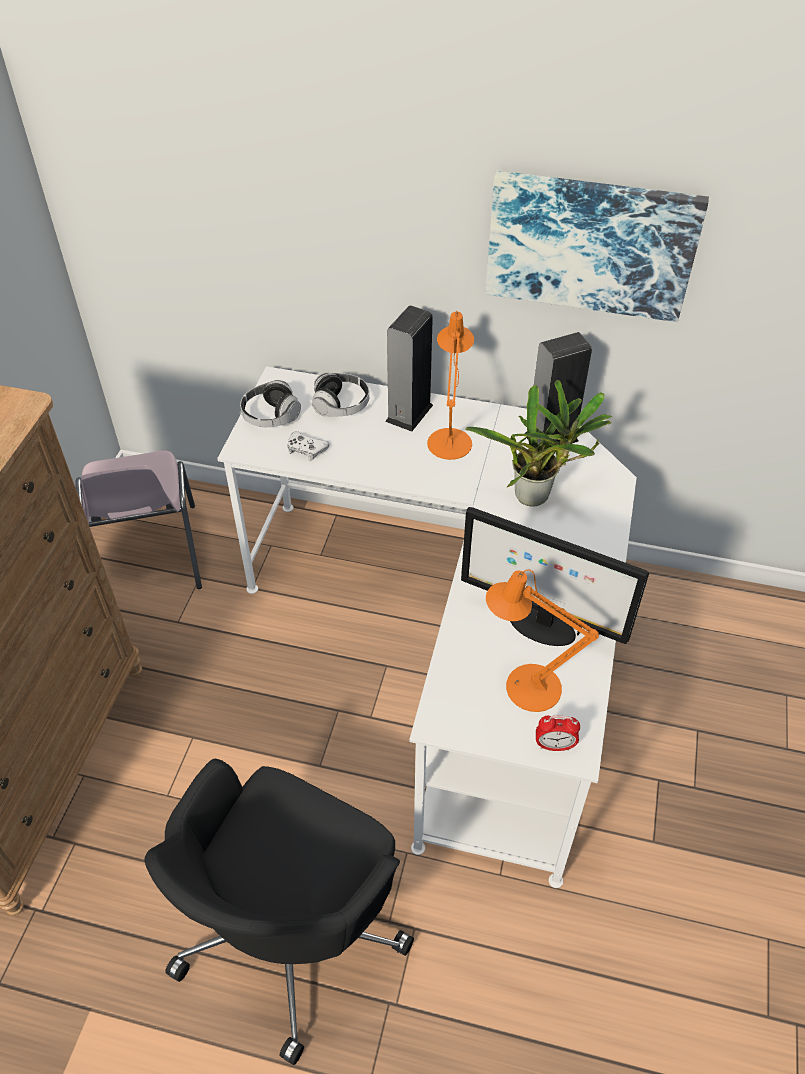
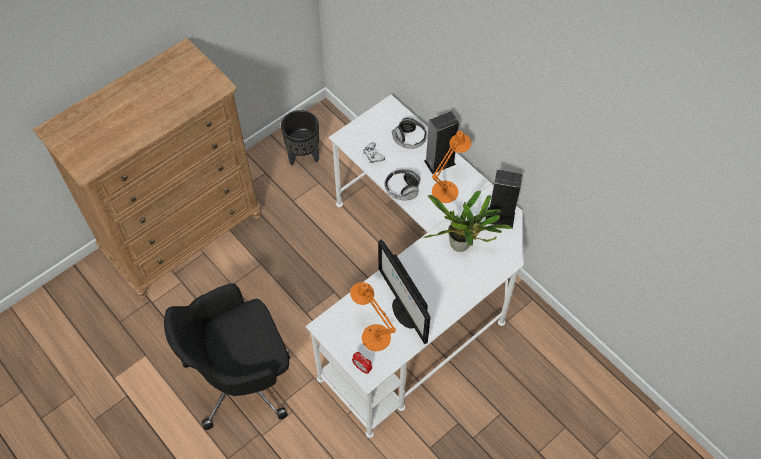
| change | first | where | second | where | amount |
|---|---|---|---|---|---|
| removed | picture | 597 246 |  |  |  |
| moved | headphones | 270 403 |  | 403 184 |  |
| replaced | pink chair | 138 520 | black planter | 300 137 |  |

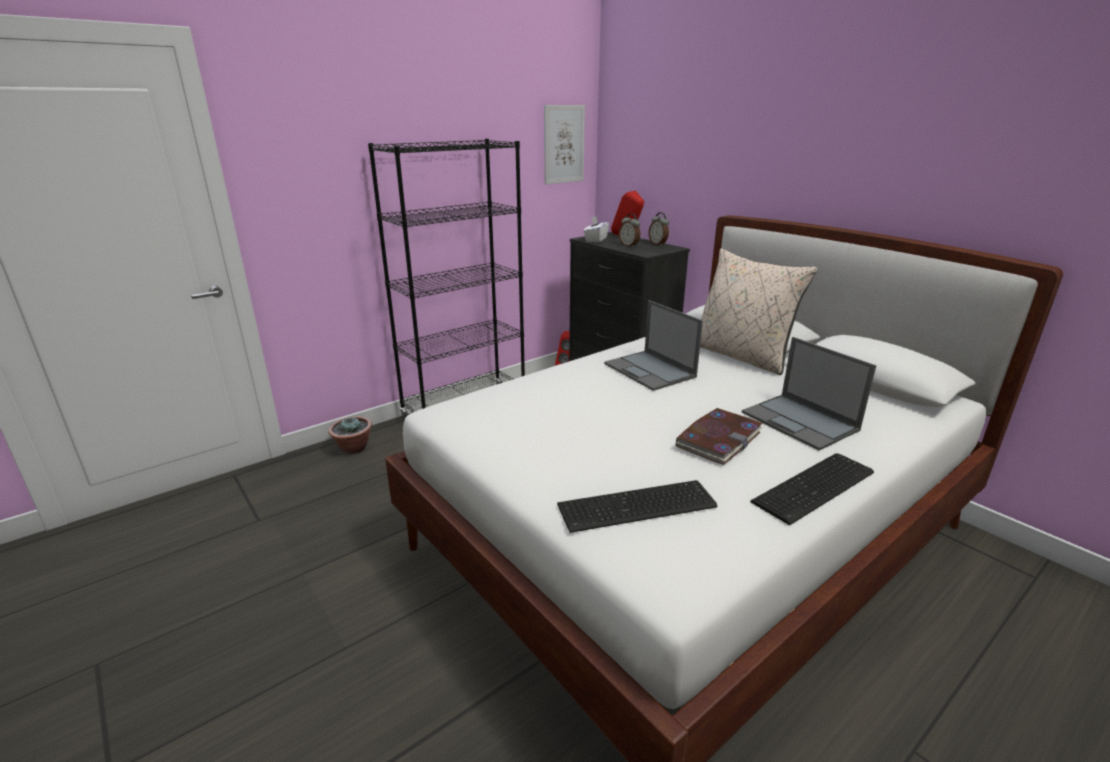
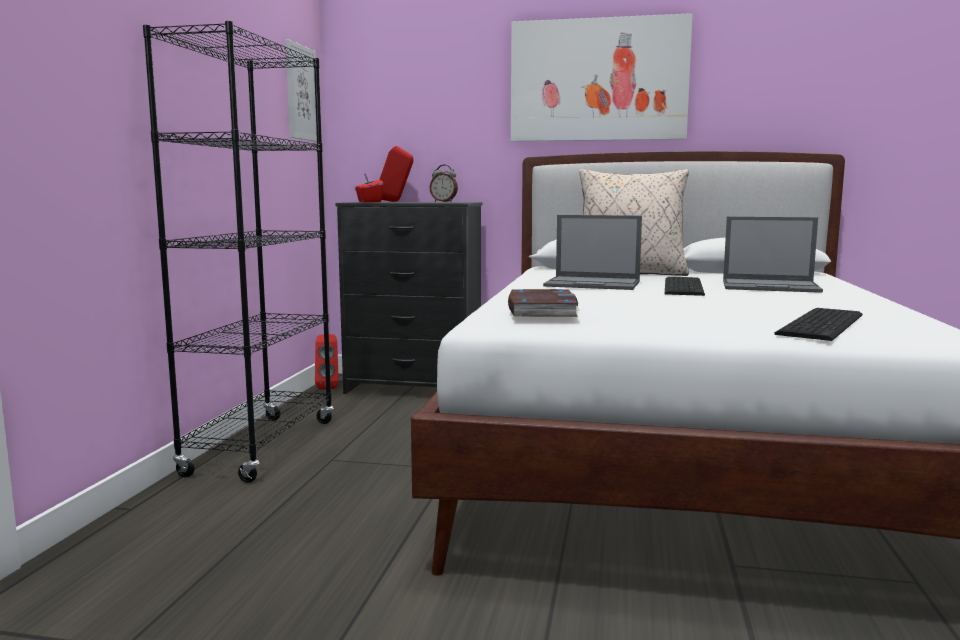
| change | first | where | second | where | amount |
|---|---|---|---|---|---|
| removed | potted plant | 350 435 |  |  |  |
| removed | alarm clock | 630 230 |  |  |  |
| added |  |  | picture | 602 77 |  |
| moved | book | 719 436 |  | 544 303 |  |
| moved | keyboard | 812 490 |  | 685 286 |  |
| recoloured | white tissue box | 596 229 | red tissue box | 369 188 |  |

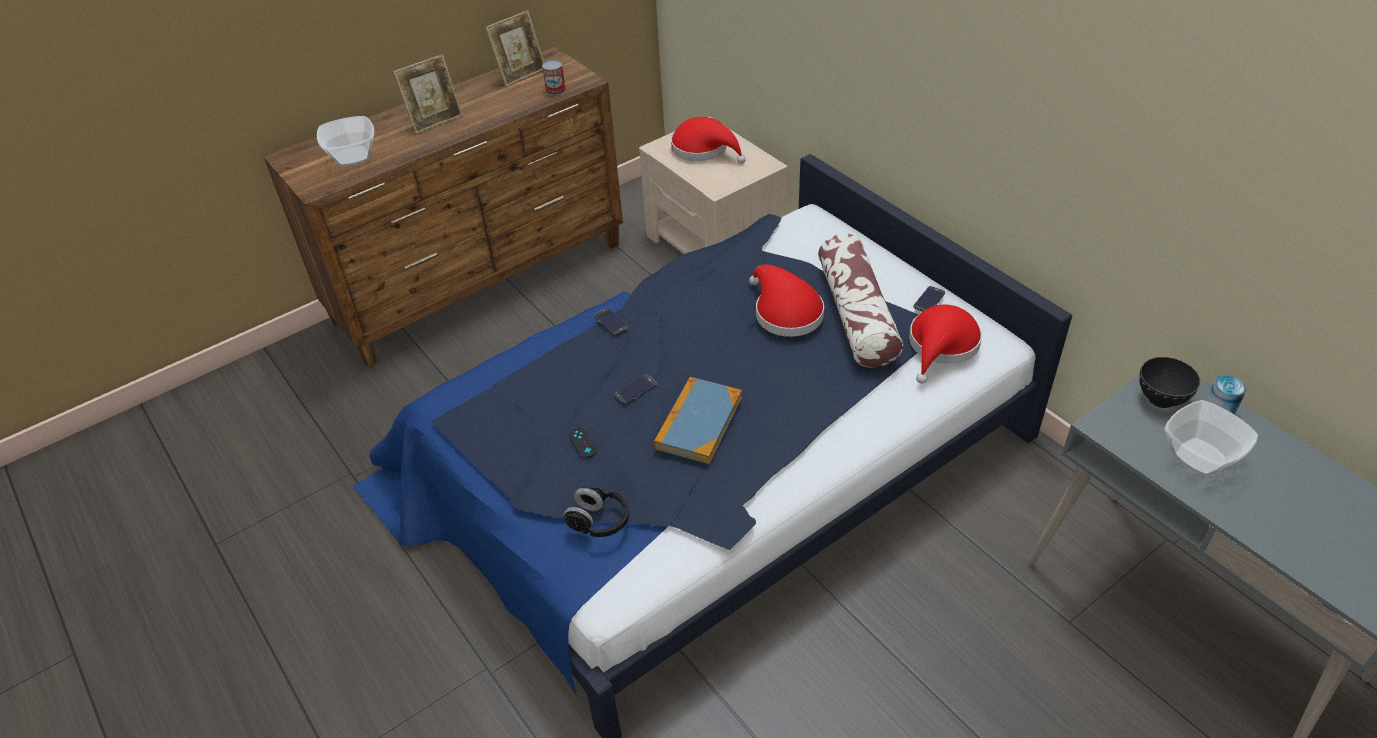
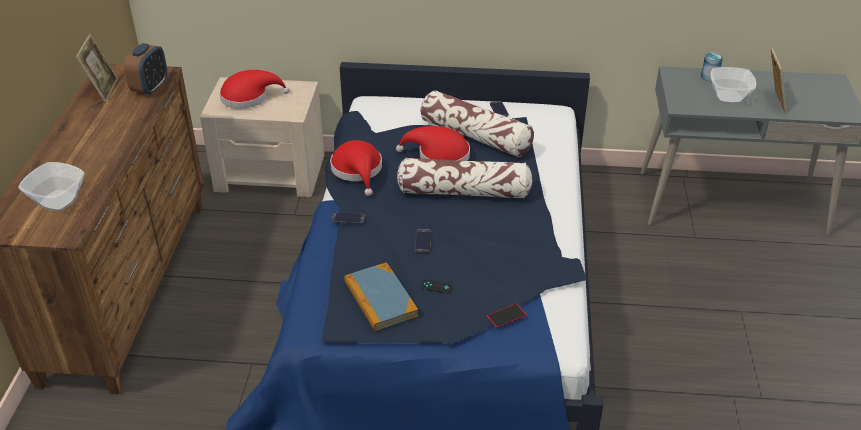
| change | first | where | second | where | amount |
|---|---|---|---|---|---|
| removed | black bowl | 1169 382 |  |  |  |
| added |  |  | pillow | 465 178 |  |
| moved | picture frame | 428 94 |  | 779 80 |  |
| moved | book | 697 420 |  | 381 296 |  |
| moved | red hat | 945 344 |  | 356 168 |  |
| replaced | can | 554 77 | alarm clock | 145 69 |  |
| replaced | black headphones | 596 511 | phone | 507 315 |  |

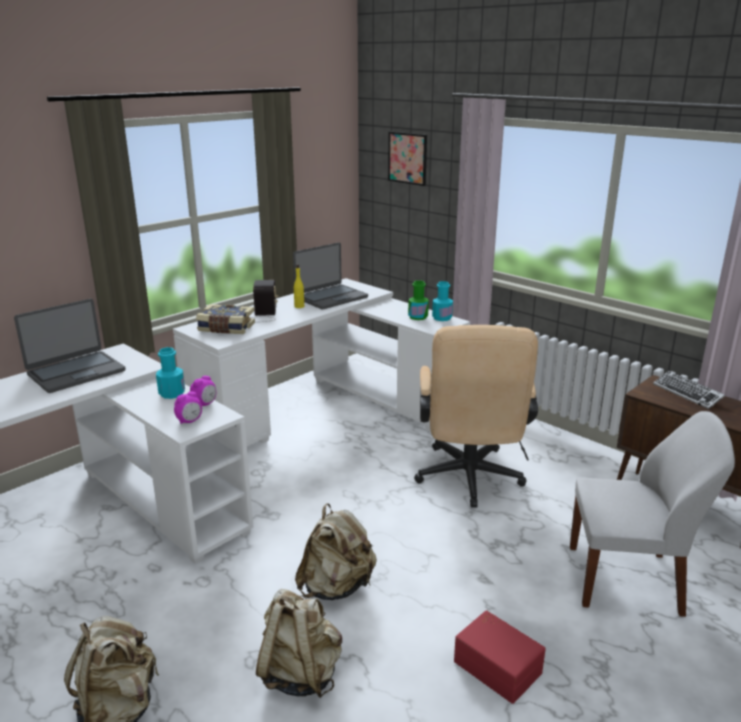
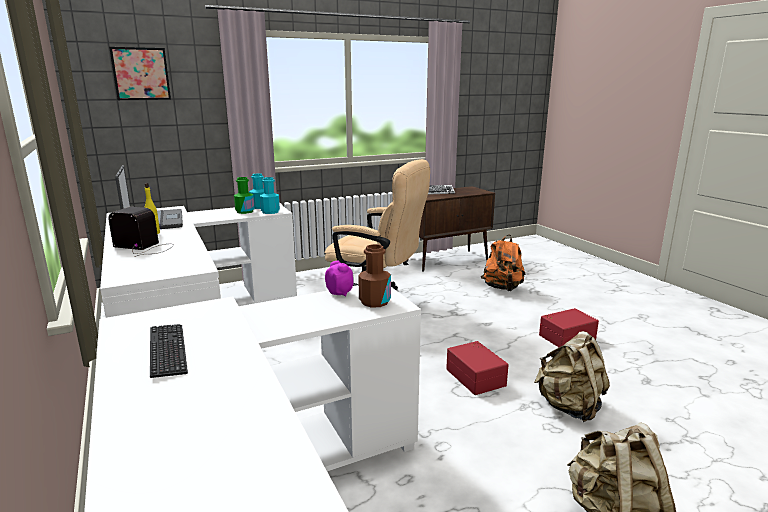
| change | first | where | second | where | amount |
|---|---|---|---|---|---|
| removed | book | 225 319 |  |  |  |
| moved | turquoise bottle | 170 373 |  | 270 195 |  |
| replaced | laptop | 70 346 | keyboard | 169 351 |  |
| replaced | alarm clock | 188 408 | brown bottle | 374 276 |  |
| replaced | beige backpack | 336 552 | red storage box | 477 368 |  |
| replaced | white chair | 652 514 | orange backpack | 503 262 |  |

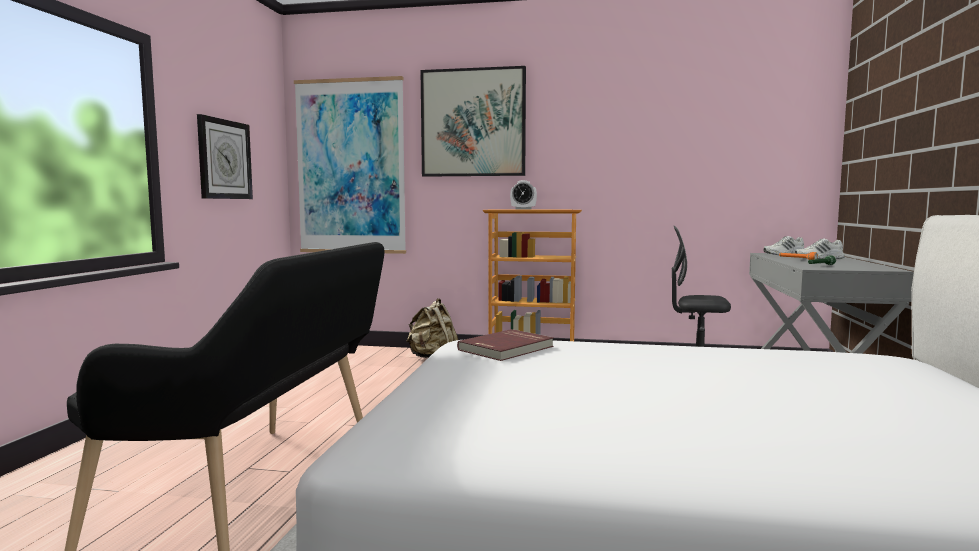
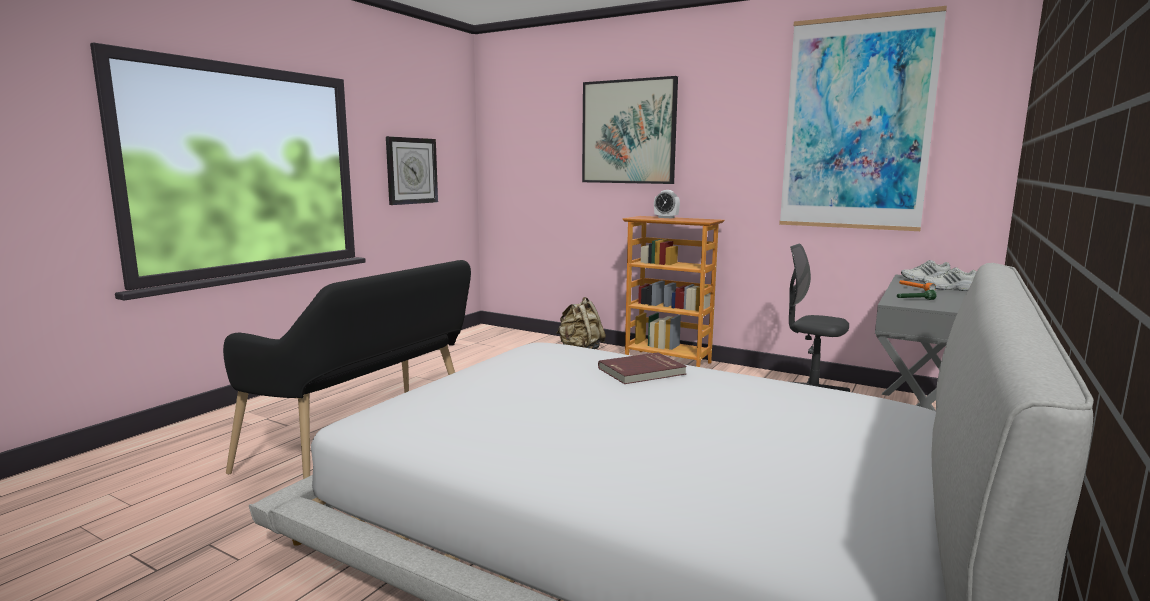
| change | first | where | second | where | amount |
|---|---|---|---|---|---|
| moved | picture | 350 165 |  | 863 118 |  |
| moved | red book | 505 345 |  | 642 368 |  |

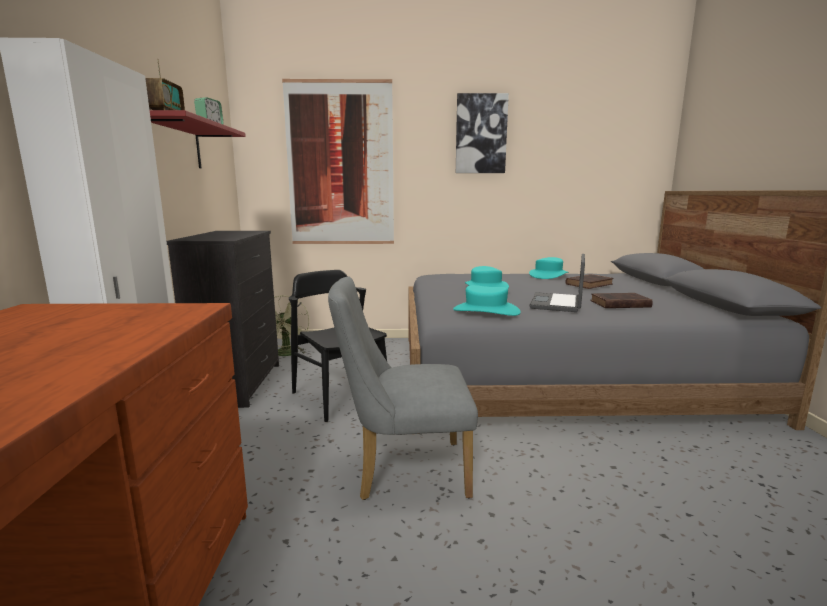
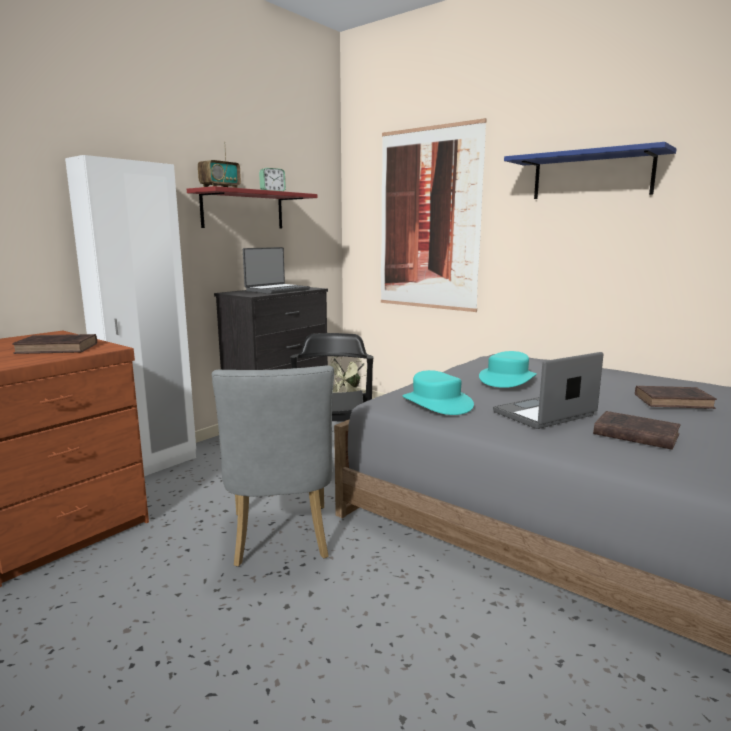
| change | first | where | second | where | amount |
|---|---|---|---|---|---|
| removed | turquoise hat | 548 268 |  |  |  |
| added |  |  | brown book | 54 344 |  |
| added |  |  | laptop | 276 270 |  |
| replaced | picture | 482 133 | blue shelf | 590 170 |  |
| turned | grey chair | 403 388 |  | 273 466 | 135 degrees counterclockwise |

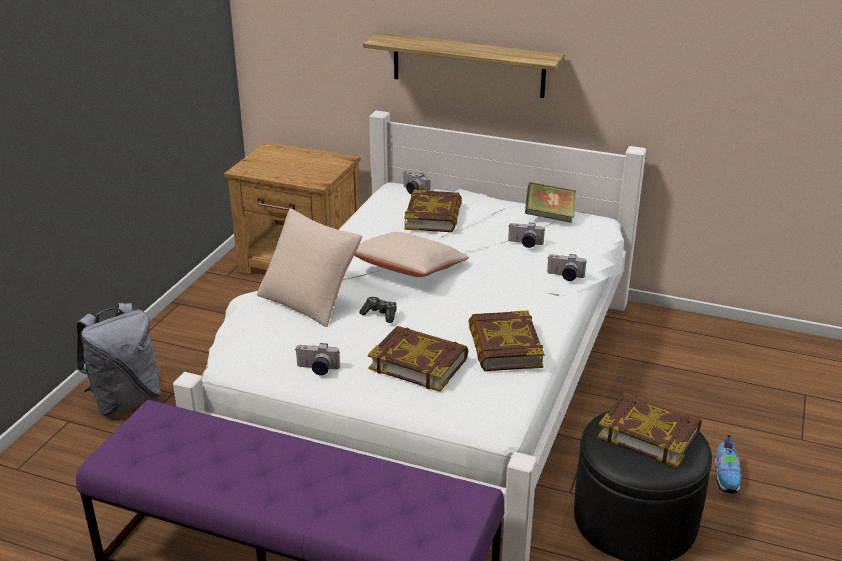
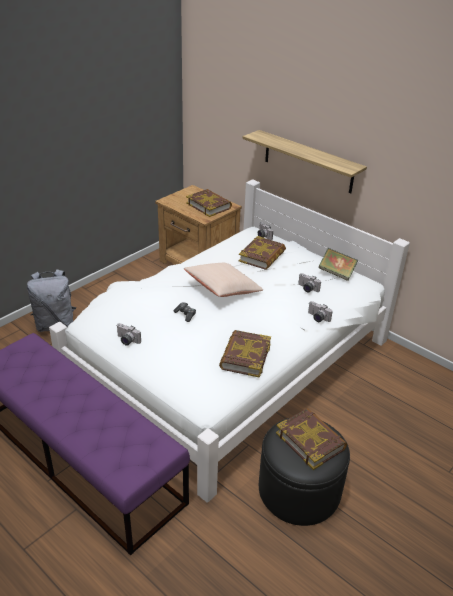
| change | first | where | second | where | amount |
|---|---|---|---|---|---|
| removed | beige pillow | 309 267 |  |  |  |
| removed | shoe | 727 464 |  |  |  |
| moved | book | 418 359 |  | 209 203 |  |

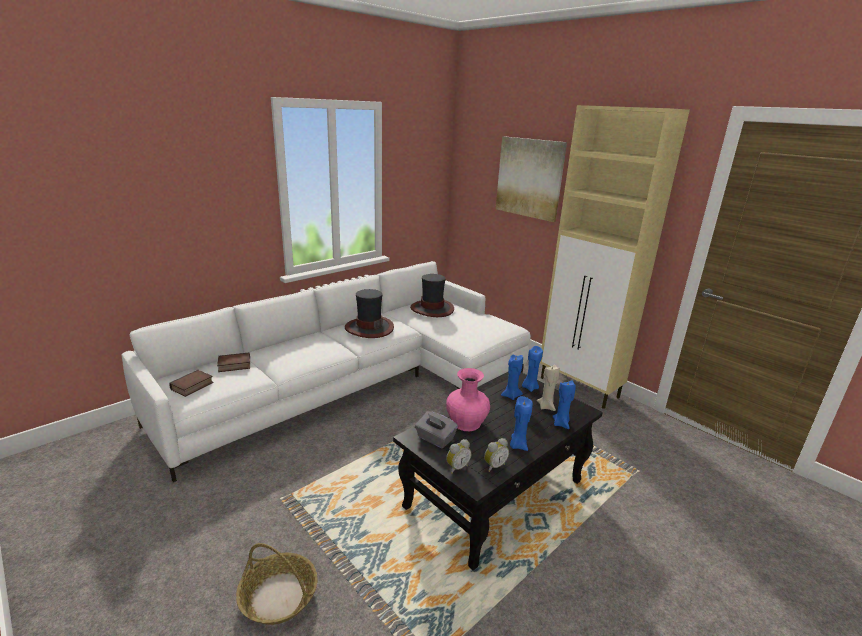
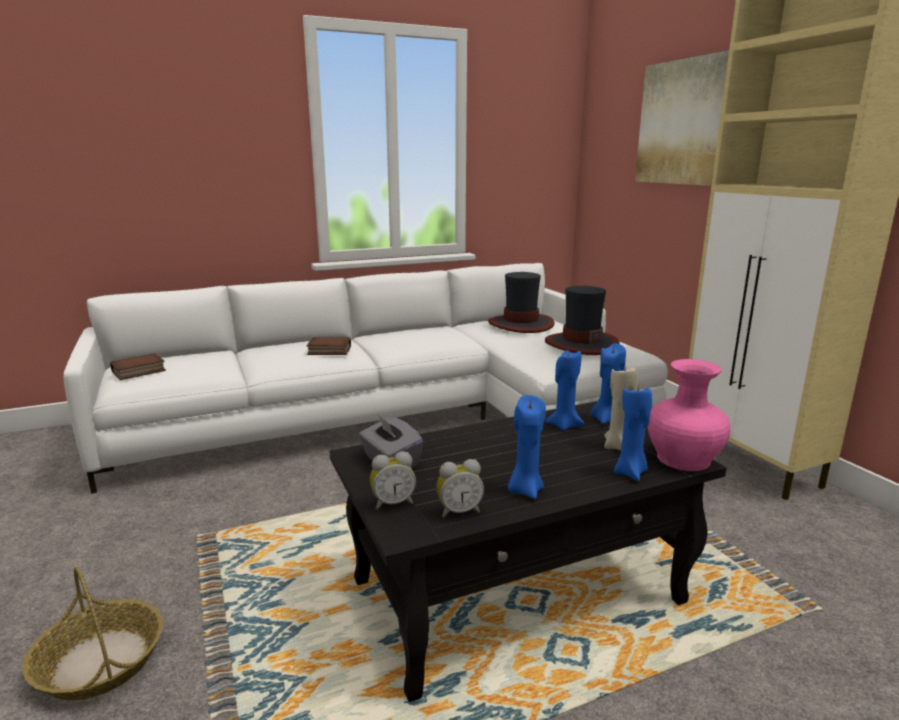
| change | first | where | second | where | amount |
|---|---|---|---|---|---|
| moved | book | 233 362 |  | 328 346 |  |
| moved | hat | 369 313 |  | 582 320 |  |
| moved | pink vase | 468 399 |  | 689 415 |  |

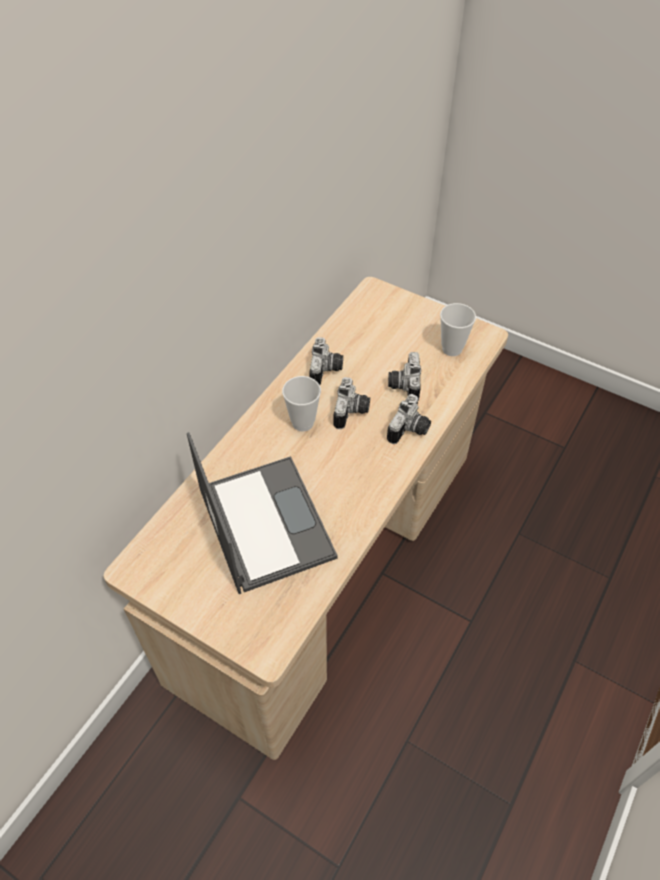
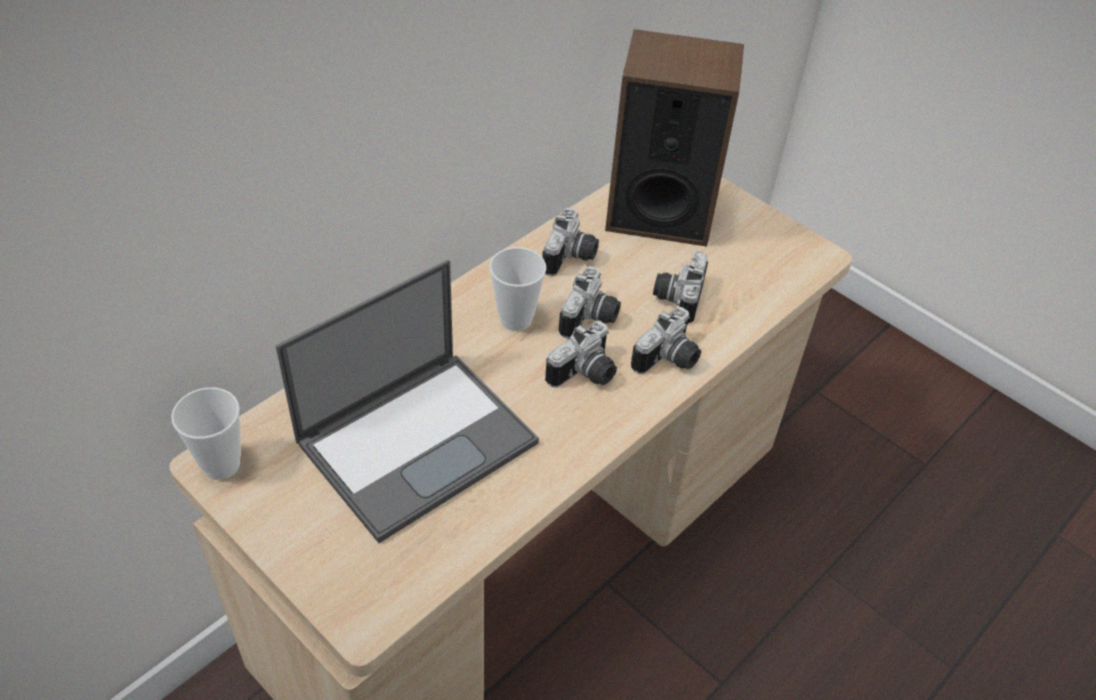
| change | first | where | second | where | amount |
|---|---|---|---|---|---|
| added |  |  | photo camera | 581 354 |  |
| added |  |  | speaker | 674 138 |  |
| moved | cup | 458 329 |  | 206 433 |  |
| turned | laptop | 262 513 |  | 407 401 | 60 degrees clockwise |

